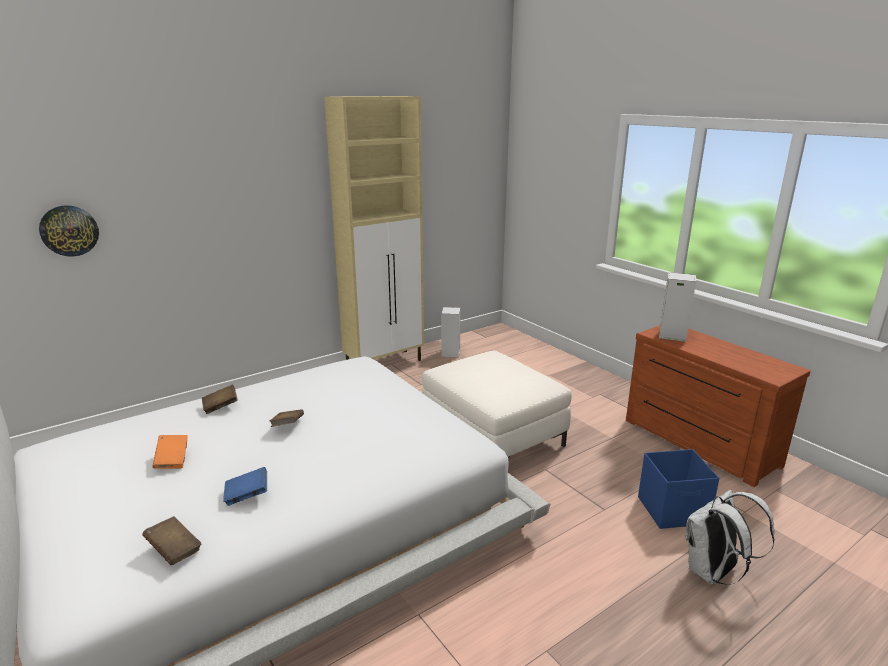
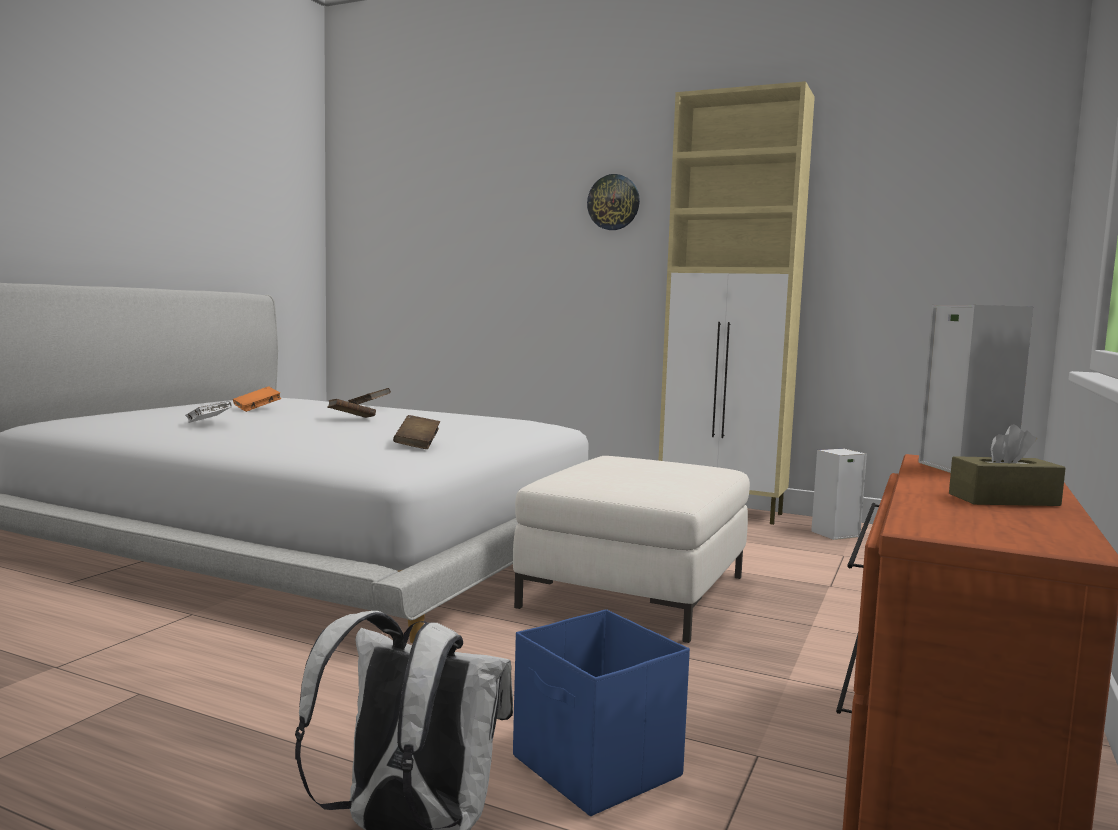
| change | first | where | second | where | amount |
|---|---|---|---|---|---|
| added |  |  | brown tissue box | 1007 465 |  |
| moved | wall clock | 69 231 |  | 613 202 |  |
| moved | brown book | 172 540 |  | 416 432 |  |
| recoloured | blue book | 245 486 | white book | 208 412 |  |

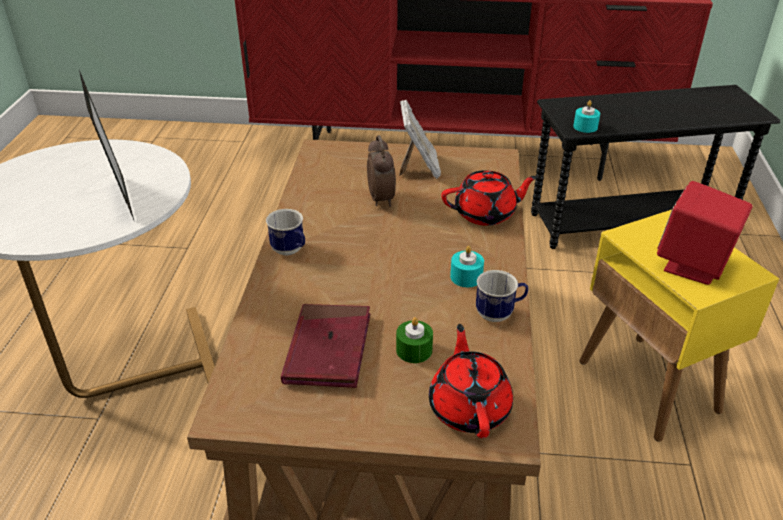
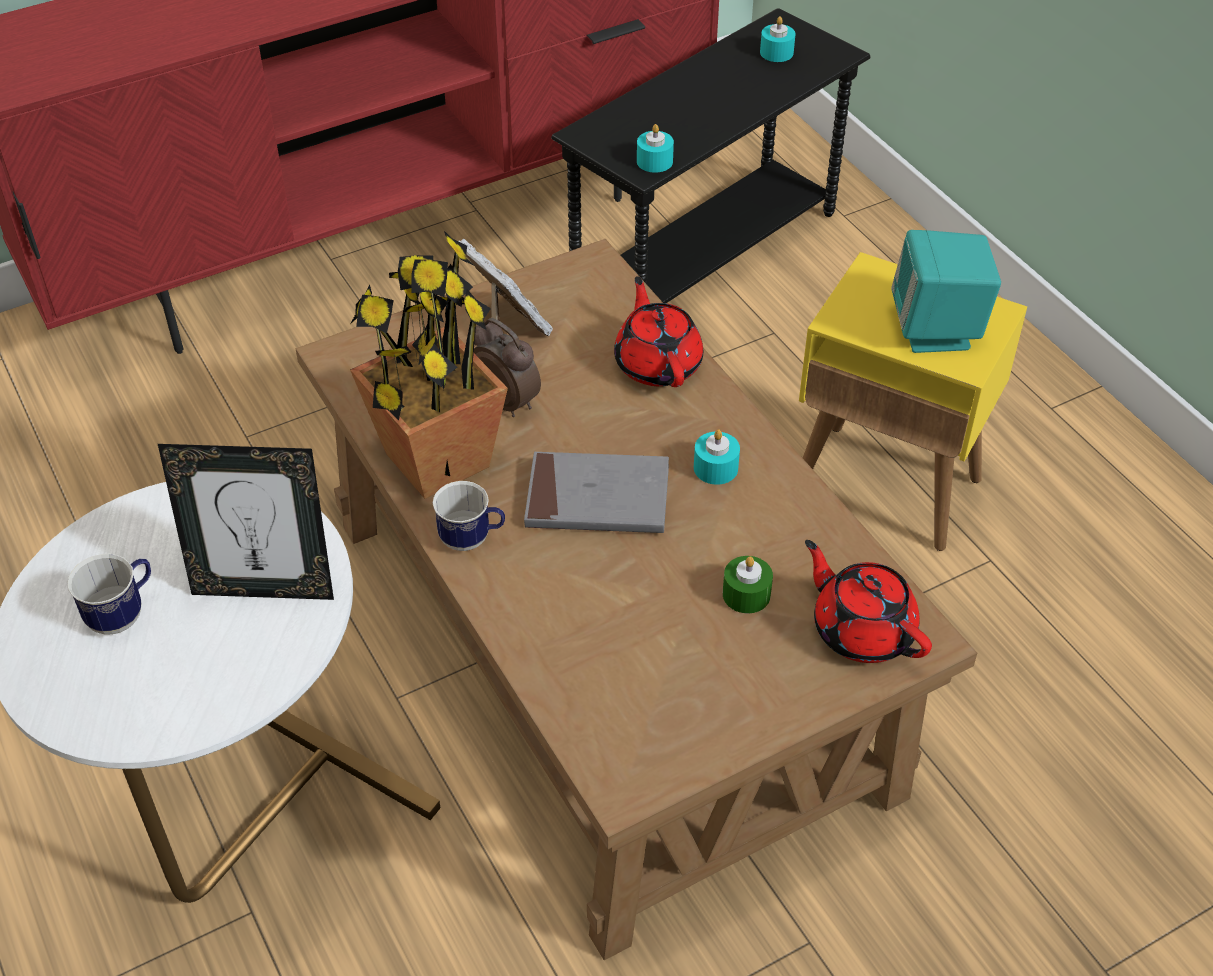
| change | first | where | second | where | amount |
|---|---|---|---|---|---|
| removed | red book | 325 346 |  |  |  |
| added |  |  | potted plant | 429 365 |  |
| added |  |  | grey book | 596 492 |  |
| added |  |  | turquoise candle | 778 39 |  |
| moved | mug | 502 296 |  | 109 594 |  |
| recoloured | red speaker | 705 233 | turquoise speaker | 946 291 |  |
| turned | picture frame | 107 146 |  | 246 522 | 150 degrees clockwise |
| turned | red teapot | 489 198 |  | 658 331 | 60 degrees counterclockwise |

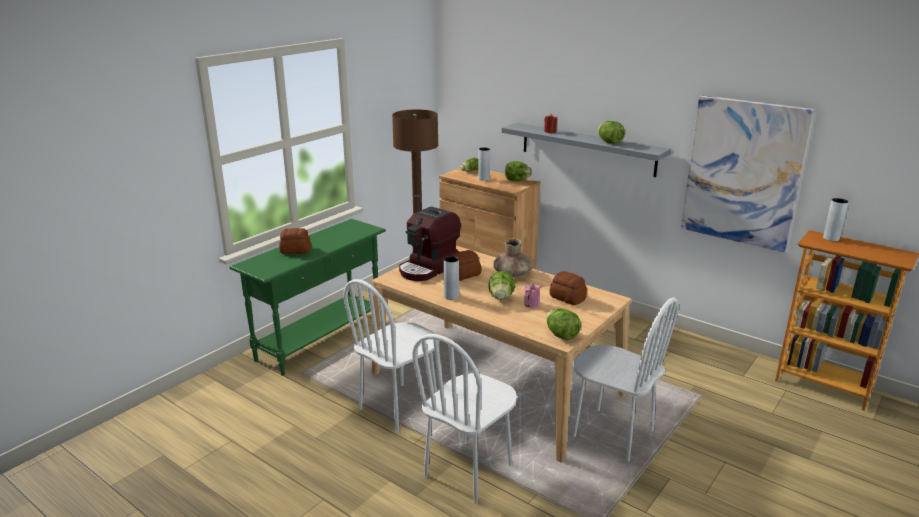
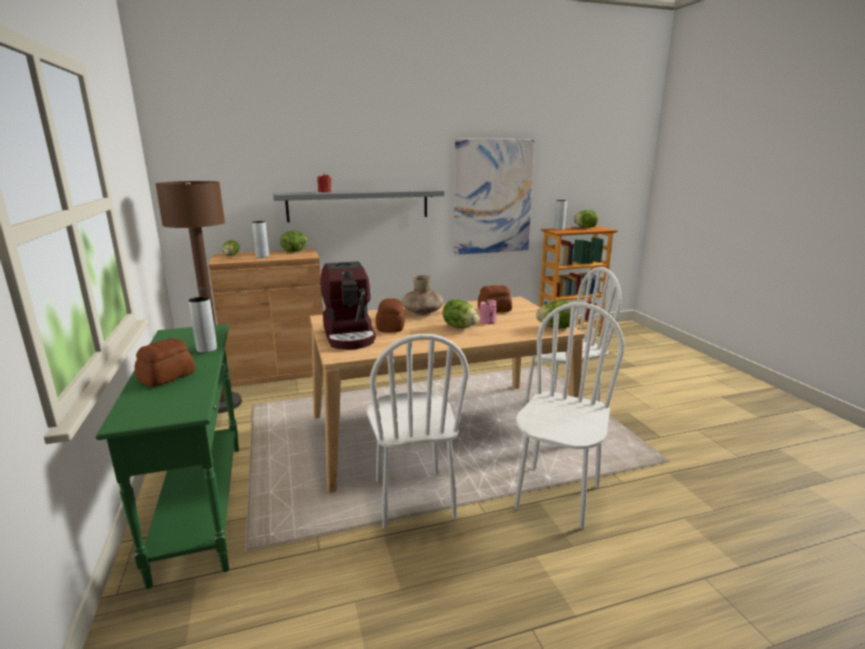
| change | first | where | second | where | amount |
|---|---|---|---|---|---|
| moved | grey vase | 451 278 |  | 202 325 |  |
| moved | lettuce | 611 132 |  | 585 219 |  |
| turned | white chair | 464 419 |  | 569 415 | 135 degrees counterclockwise |

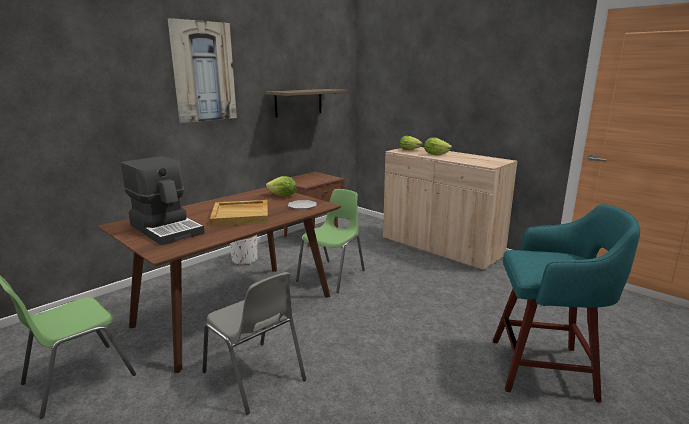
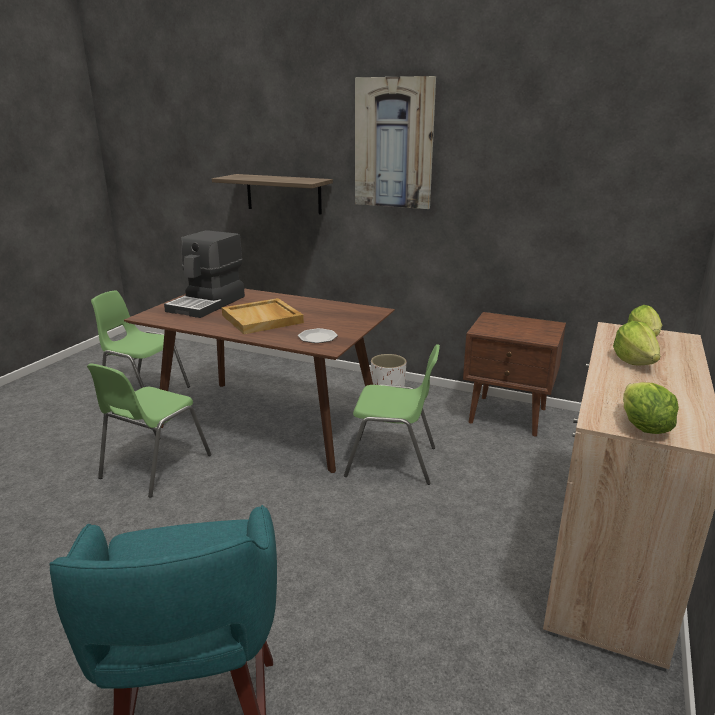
| change | first | where | second | where | amount |
|---|---|---|---|---|---|
| moved | shelf | 306 103 |  | 272 194 |  |
| moved | lettuce | 281 186 |  | 651 408 |  |
| recoloured | grey chair | 254 343 | green chair | 149 430 |  |

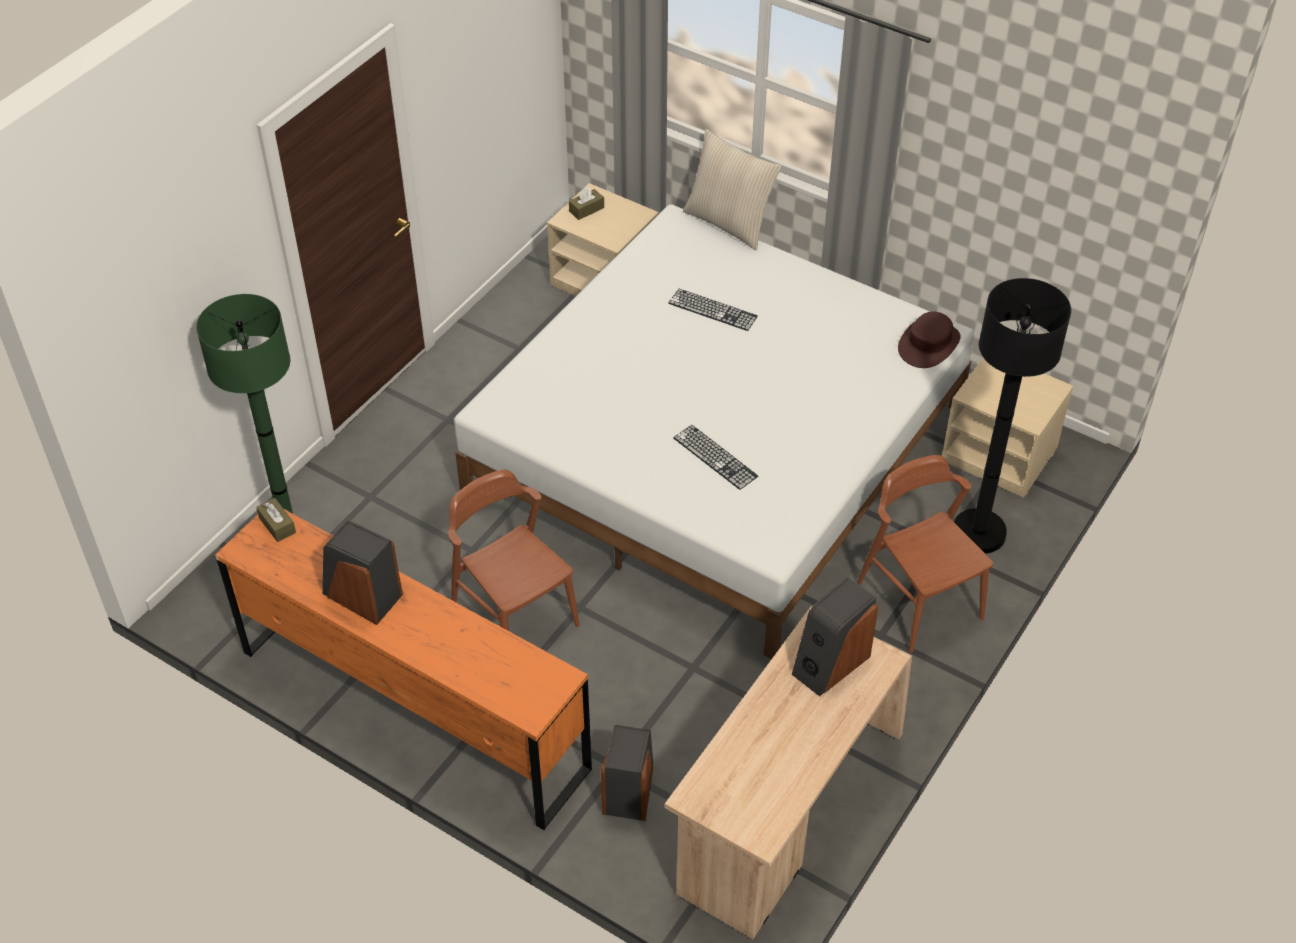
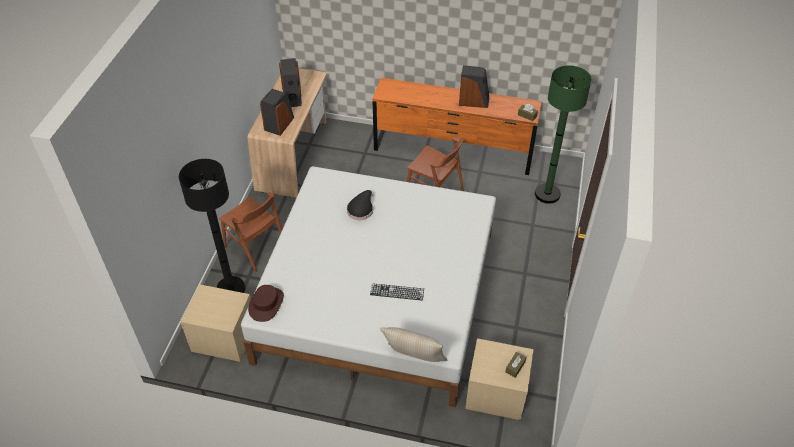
| change | first | where | second | where | amount |
|---|---|---|---|---|---|
| moved | speaker | 627 773 |  | 290 82 |  |
| replaced | keyboard | 715 457 | black hat | 360 205 |  |

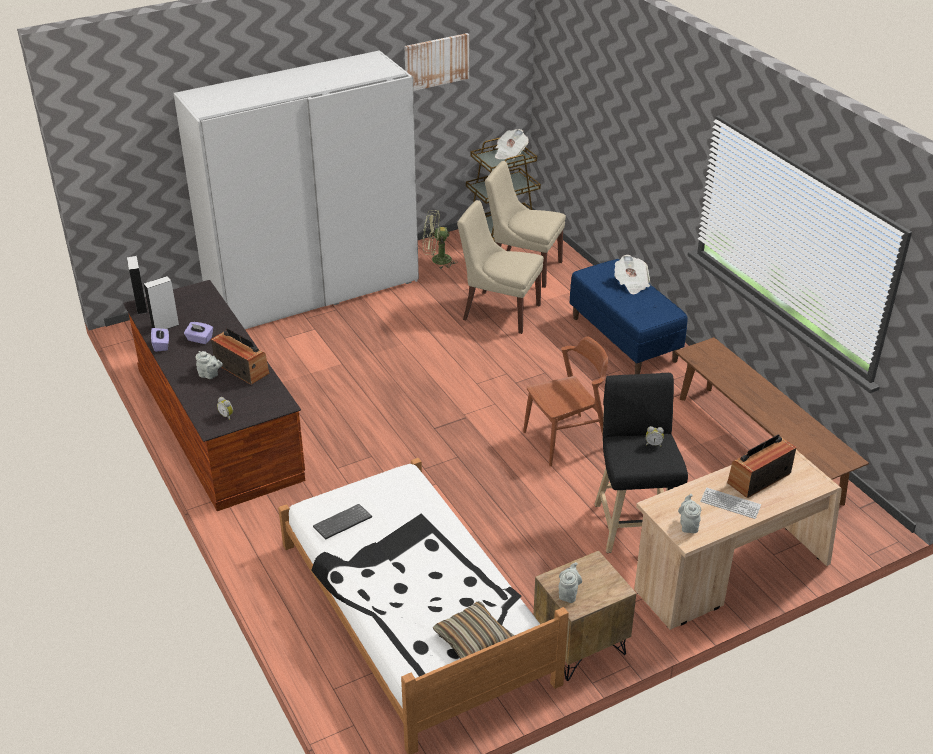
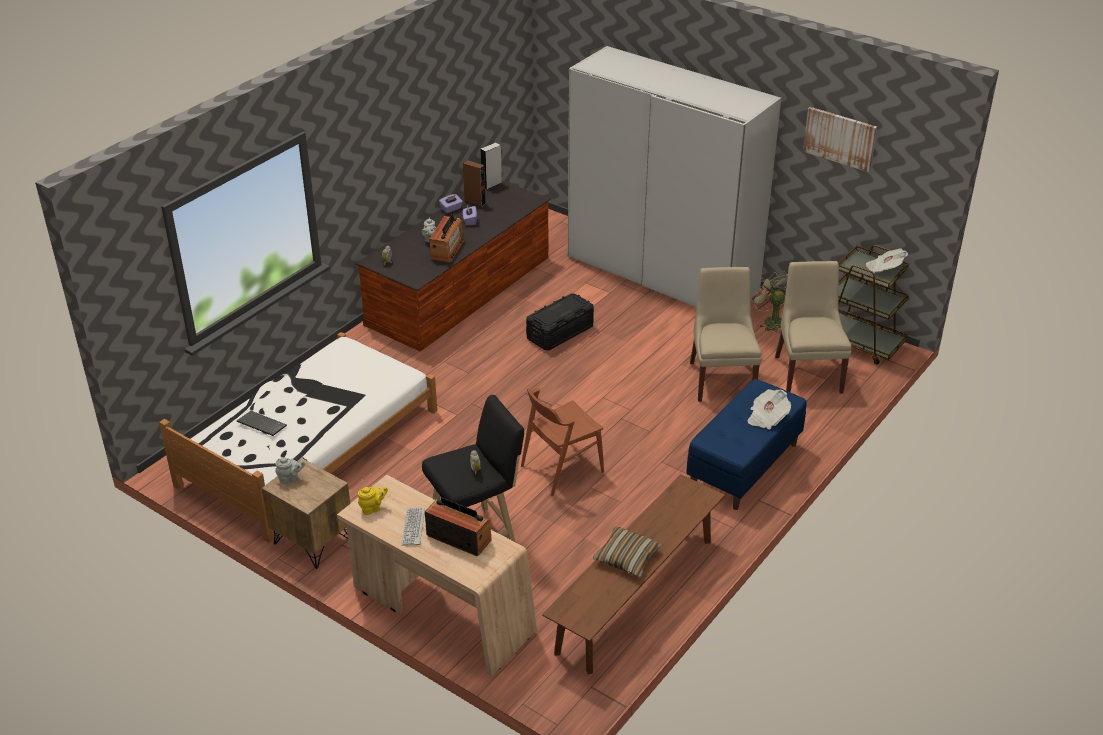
| change | first | where | second | where | amount |
|---|---|---|---|---|---|
| added |  |  | black storage box | 560 322 |  |
| moved | keyboard | 342 521 |  | 262 423 |  |
| moved | pillow | 473 630 |  | 627 552 |  |
| recoloured | grey speaker | 161 302 | brown speaker | 474 183 |  |
| recoloured | grey teapot | 689 513 | yellow teapot | 373 501 |  |
| turned | brown chair | 565 401 |  | 562 442 | 105 degrees clockwise |

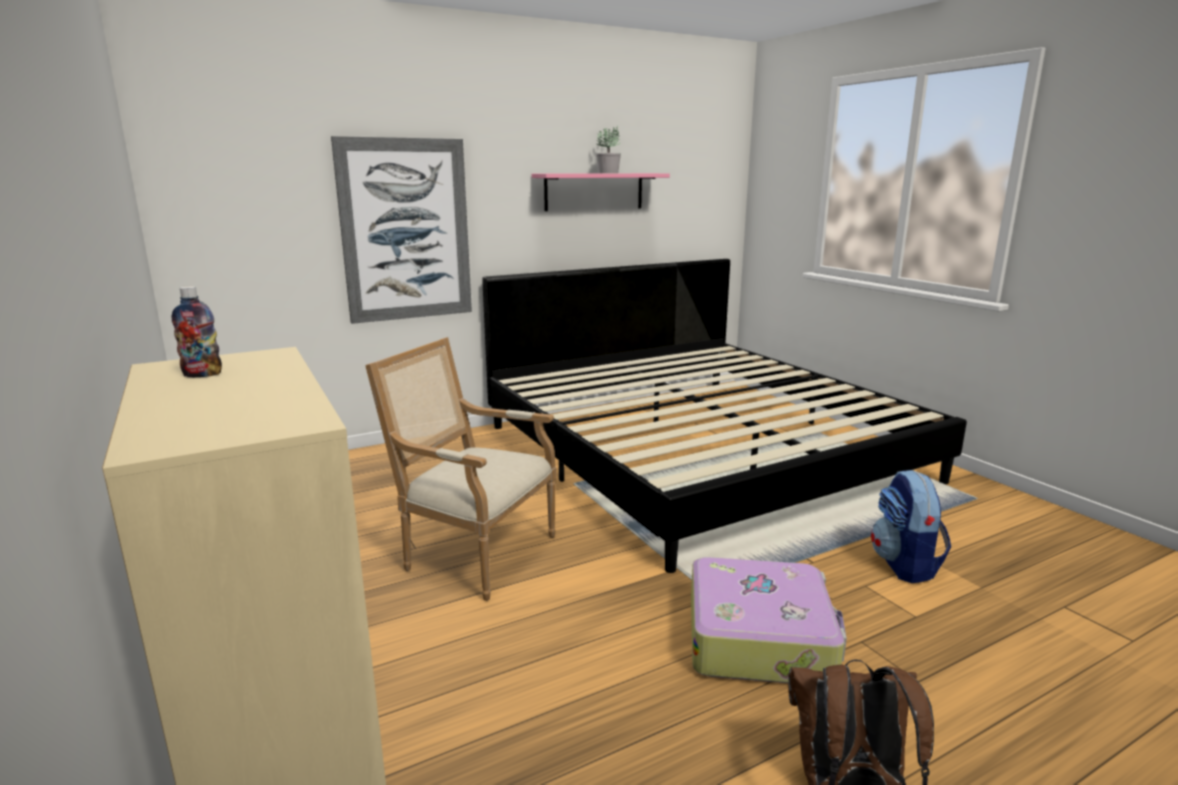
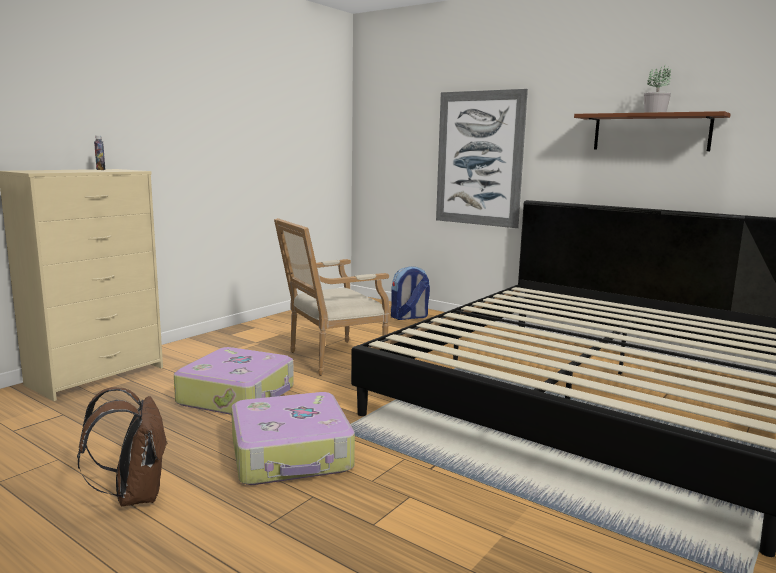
| change | first | where | second | where | amount |
|---|---|---|---|---|---|
| added |  |  | suitcase | 234 381 |  |
| moved | backpack | 911 526 |  | 410 293 |  |
| recoloured | pink shelf | 601 192 | brown shelf | 652 131 |  |
| turned | armchair | 461 469 |  | 332 297 | 120 degrees counterclockwise |

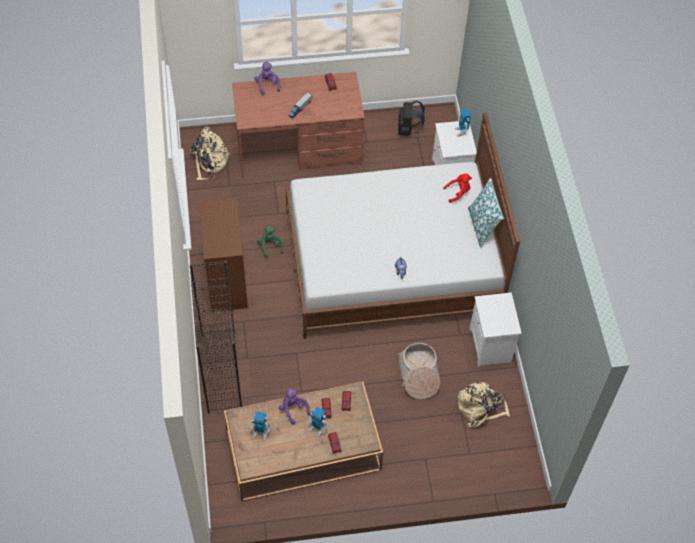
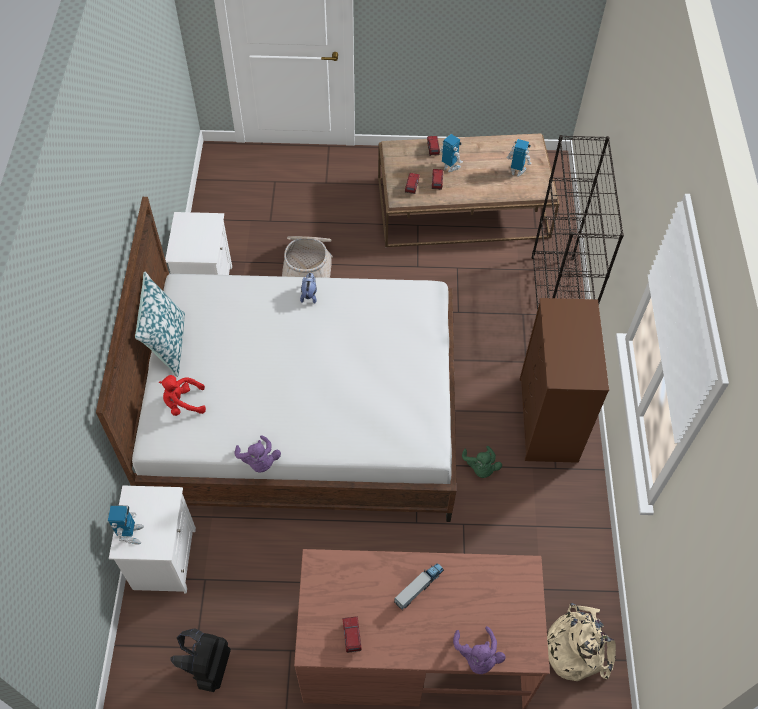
| change | first | where | second | where | amount |
|---|---|---|---|---|---|
| removed | beige backpack | 484 404 |  |  |  |
| moved | purple plush toy | 294 405 |  | 257 454 |  |

